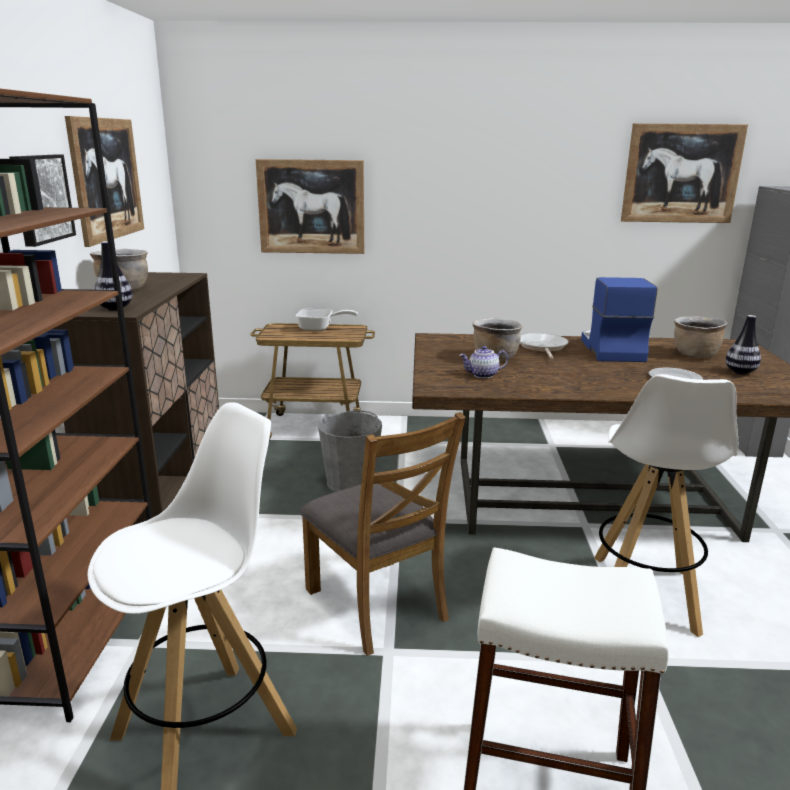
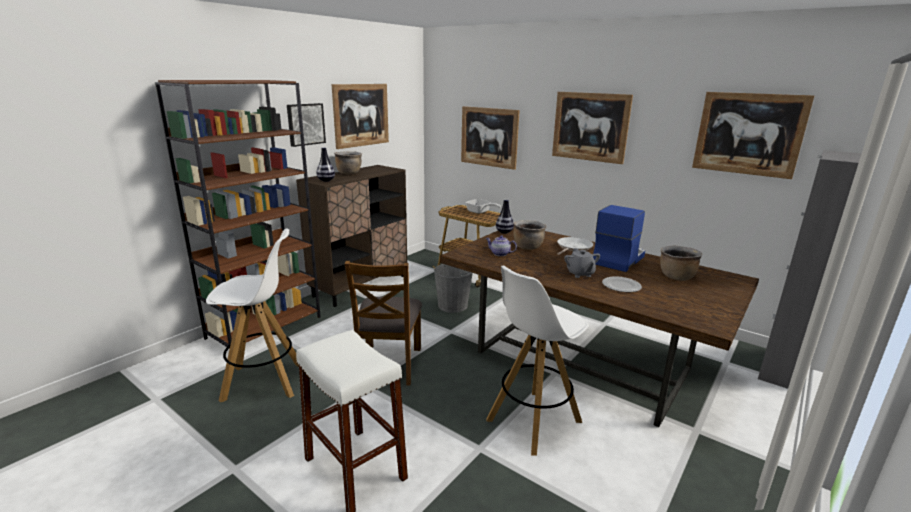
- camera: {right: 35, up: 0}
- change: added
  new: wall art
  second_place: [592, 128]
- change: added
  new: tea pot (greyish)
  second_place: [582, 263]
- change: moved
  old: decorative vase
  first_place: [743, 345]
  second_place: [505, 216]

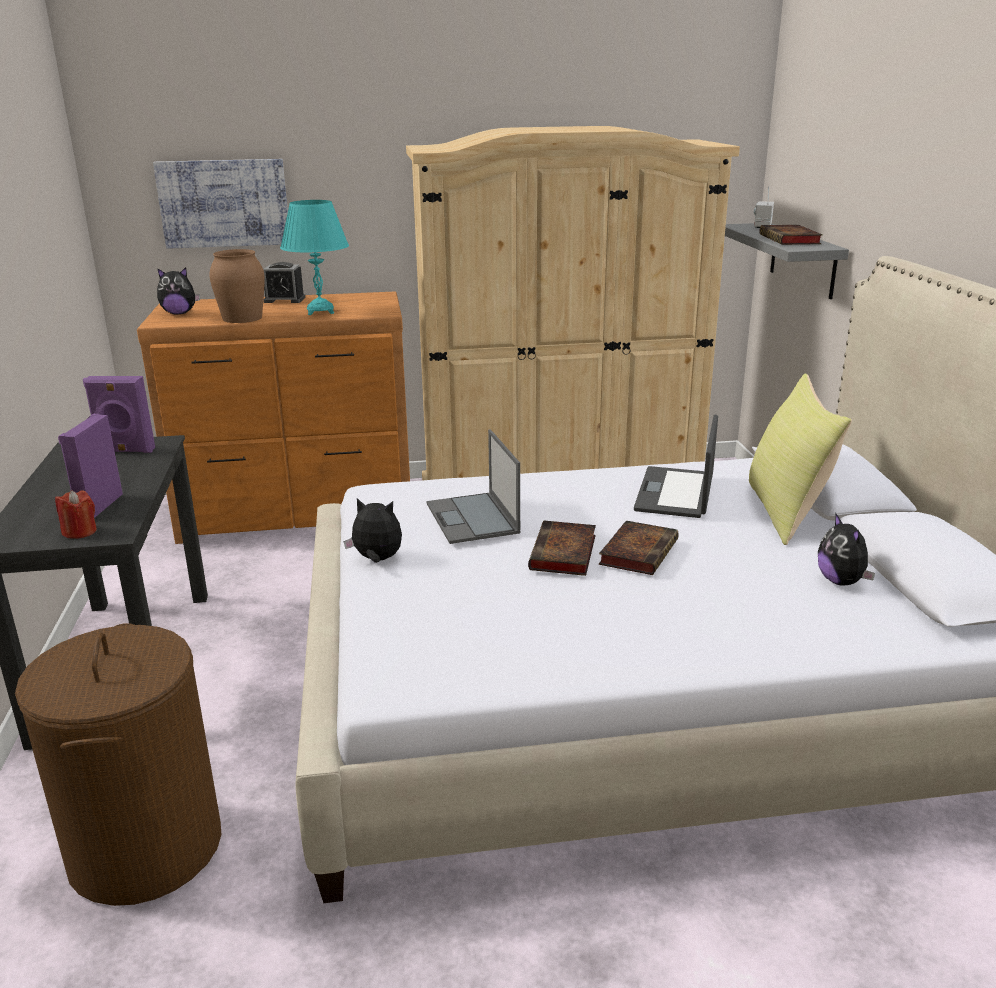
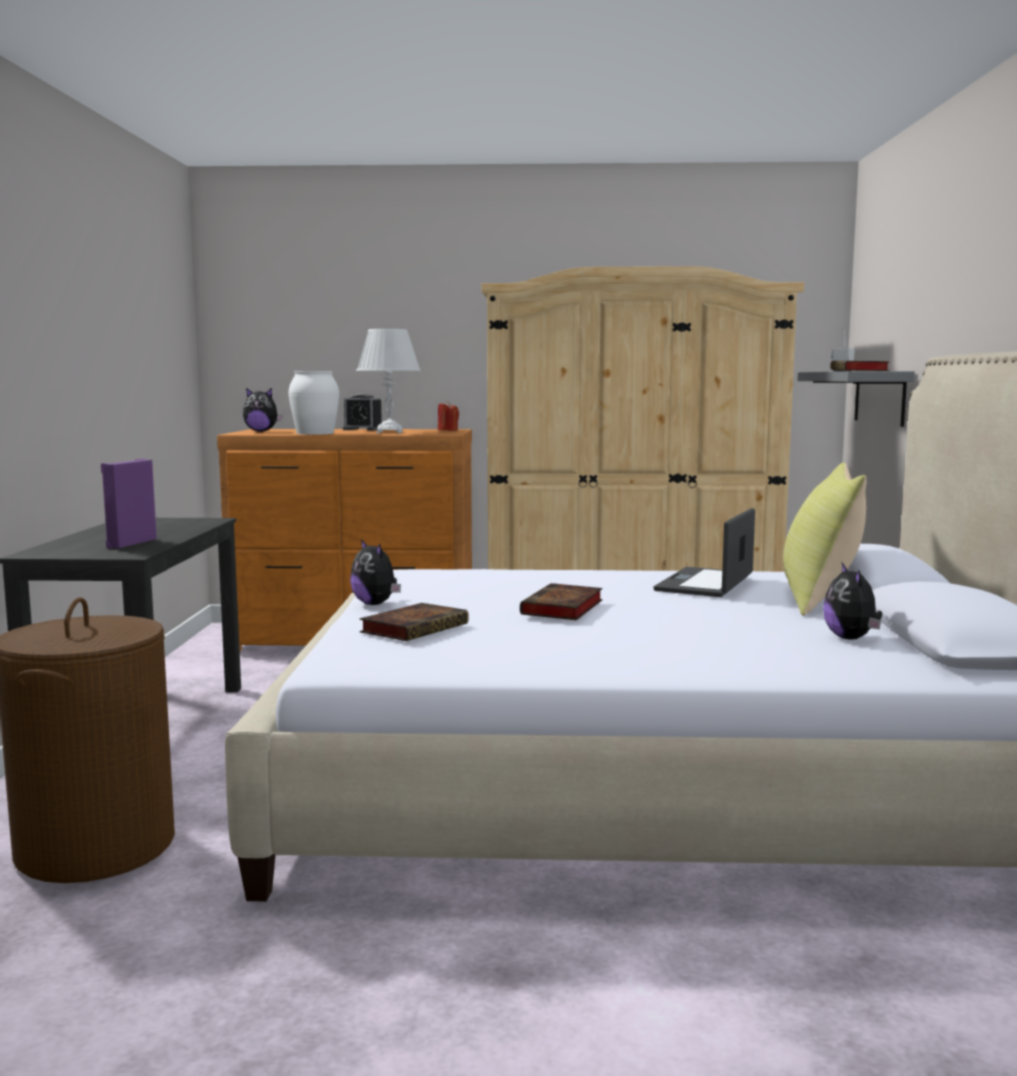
- camera: {right: 10, up: -15}
- change: removed
  old: speaker (purplish)
  first_place: [119, 414]
- change: removed
  old: wall art
  first_place: [220, 204]
- change: removed
  old: portable computer
  first_place: [473, 486]
- change: moved
  old: wax candle (red)
  first_place: [76, 514]
  second_place: [448, 416]
- change: moved
  old: bound book
  first_place: [639, 548]
  second_place: [414, 622]
- change: recoloured
  old: decorative vase (brown)
  new: decorative vase (whitish)
  first_place: [237, 286]
  second_place: [314, 403]
- change: recoloured
  old: table lamp (turquoise)
  new: table lamp (whitish)
  first_place: [314, 257]
  second_place: [388, 381]
- change: turned
  old: plush toy
  first_place: [372, 530]
  second_place: [375, 572]
  degrees: -150

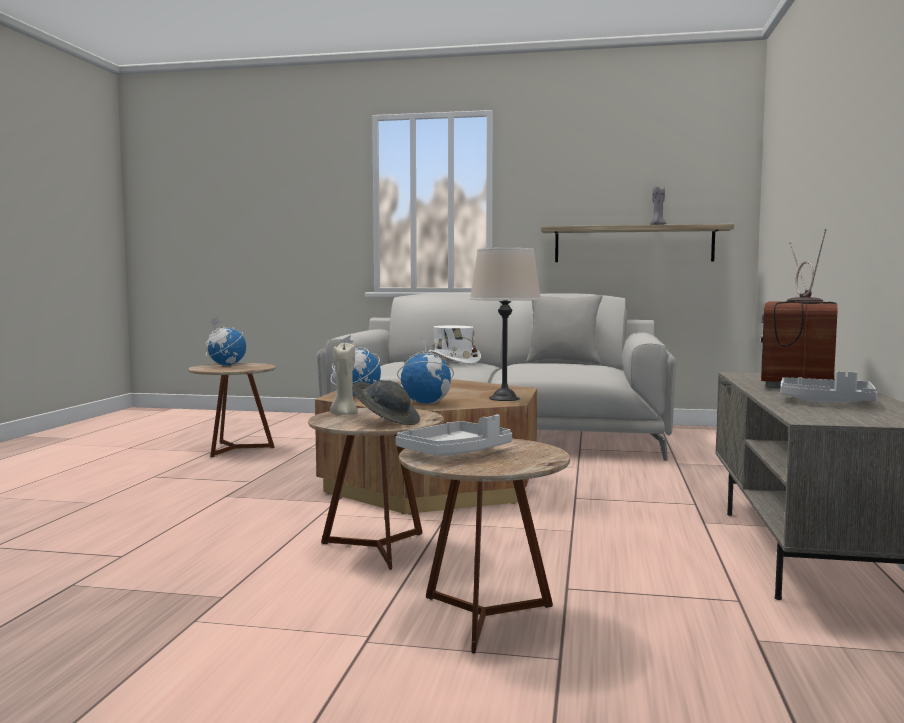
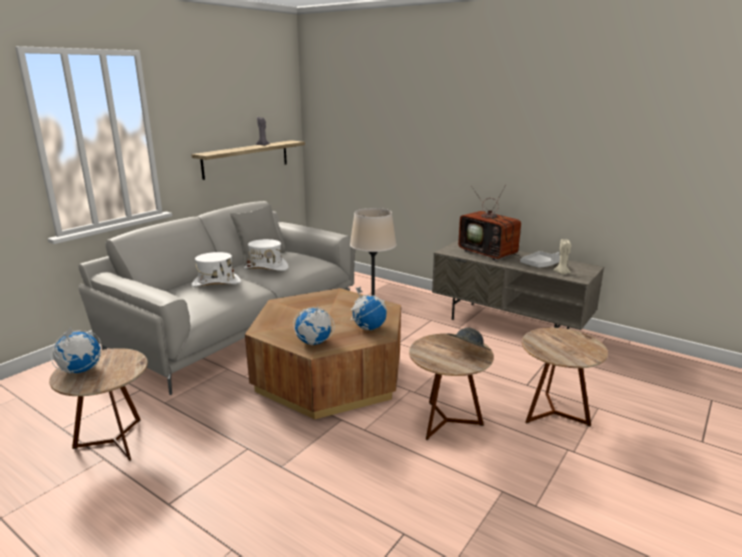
- camera: {right: -65, up: 15}
- change: removed
  old: serving tray (greyish)
  first_place: [453, 434]
- change: added
  new: hat (whitish)
  second_place: [266, 255]
- change: moved
  old: wax candle (sand-coloured)
  first_place: [344, 379]
  second_place: [562, 257]

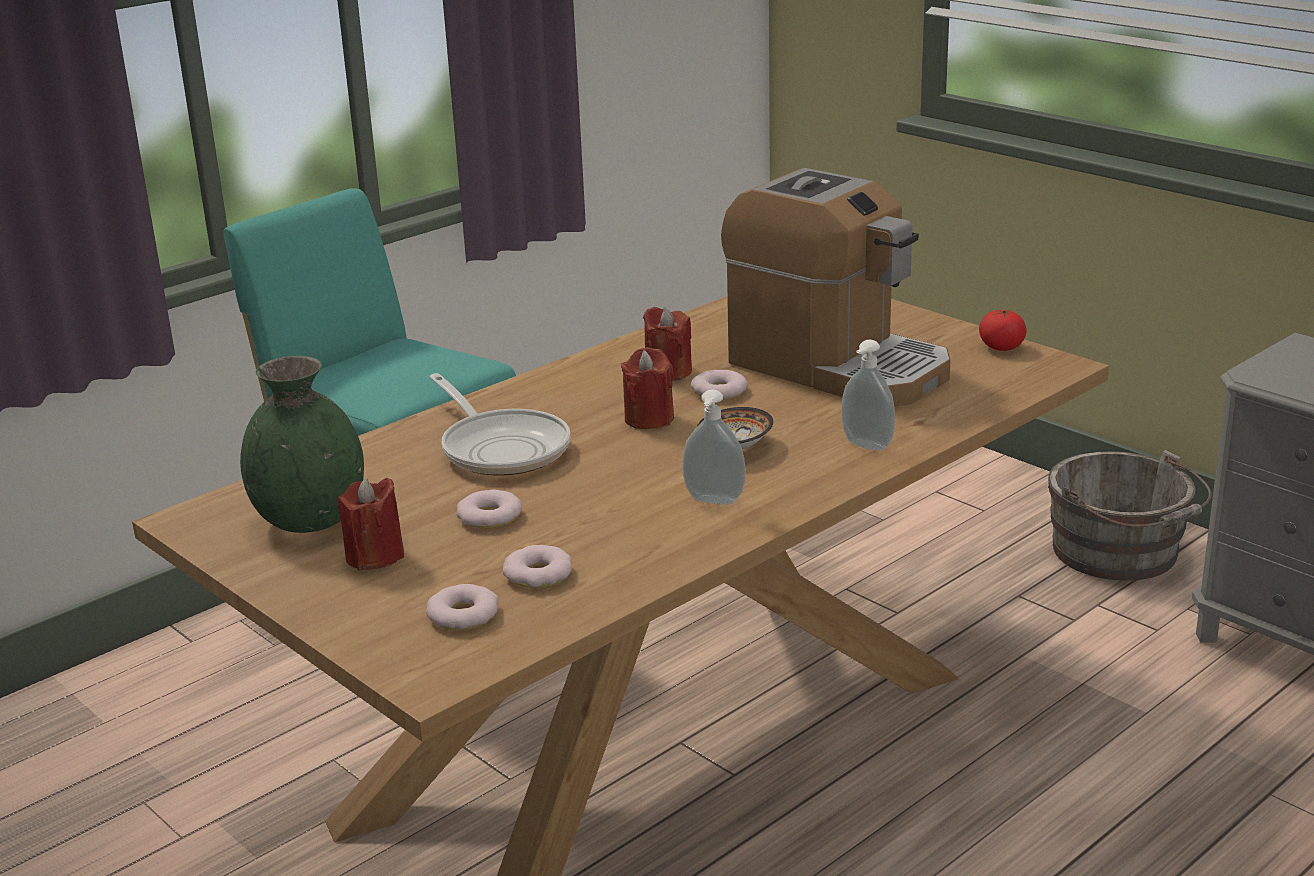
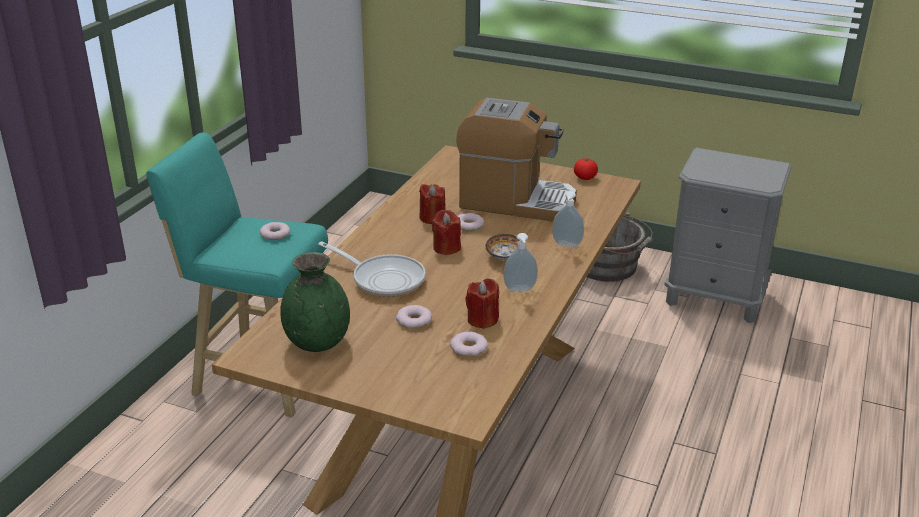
- camera: {right: -25, up: 5}
- change: moved
  old: wax candle (red)
  first_place: [371, 524]
  second_place: [482, 303]
- change: moved
  old: ring doughnut
  first_place: [462, 607]
  second_place: [275, 231]

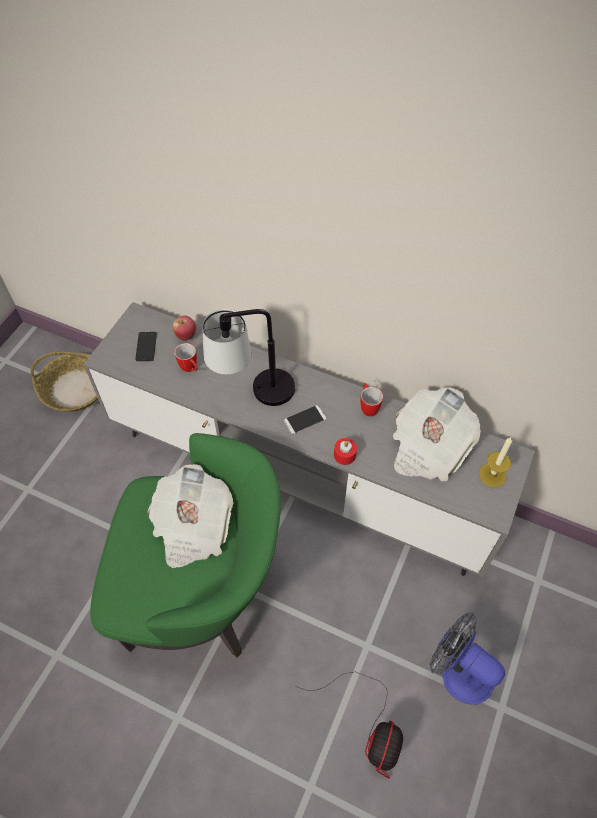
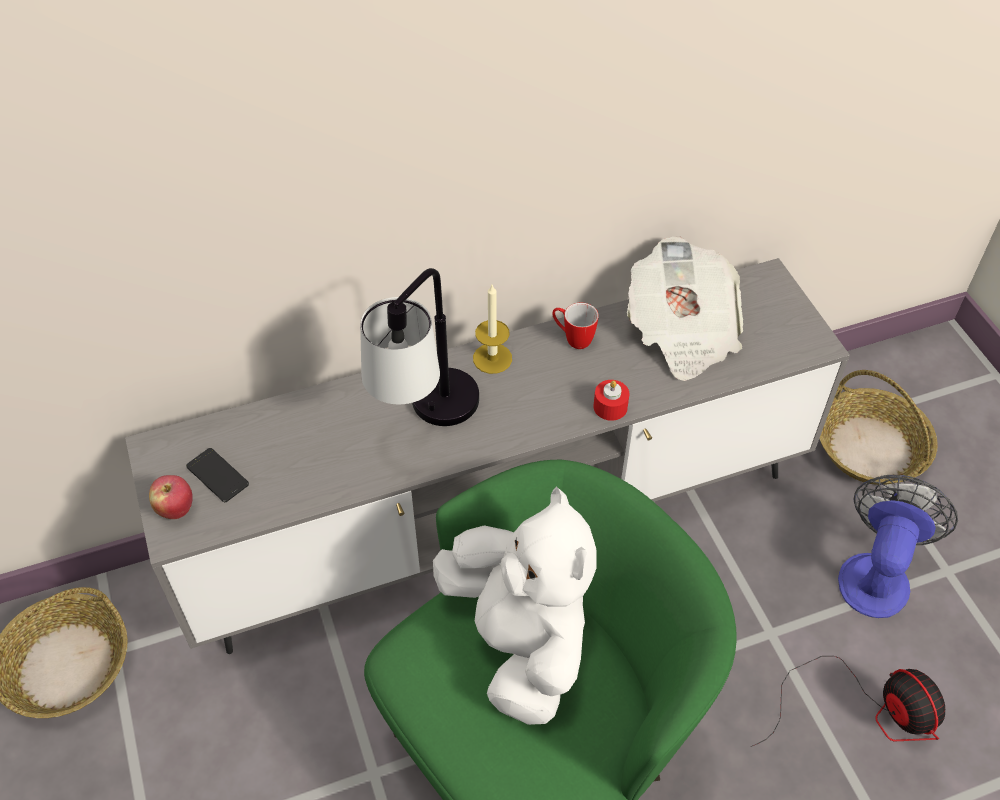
- camera: {right: -45, up: -5}
- change: removed
  old: tea mug
  first_place: [186, 357]
- change: removed
  old: handset
  first_place: [305, 419]
- change: added
  new: basket
  second_place: [878, 427]
- change: moved
  old: whole apple
  first_place: [184, 328]
  second_place: [171, 497]
- change: moved
  old: wax candle
  first_place: [495, 462]
  second_place: [492, 329]
- change: replaced
  old: daily paper
  new: plush toy (whitish)
  first_place: [190, 516]
  second_place: [515, 605]
- change: turned
  old: electric fan
  first_place: [467, 659]
  second_place: [898, 546]
  degrees: 120

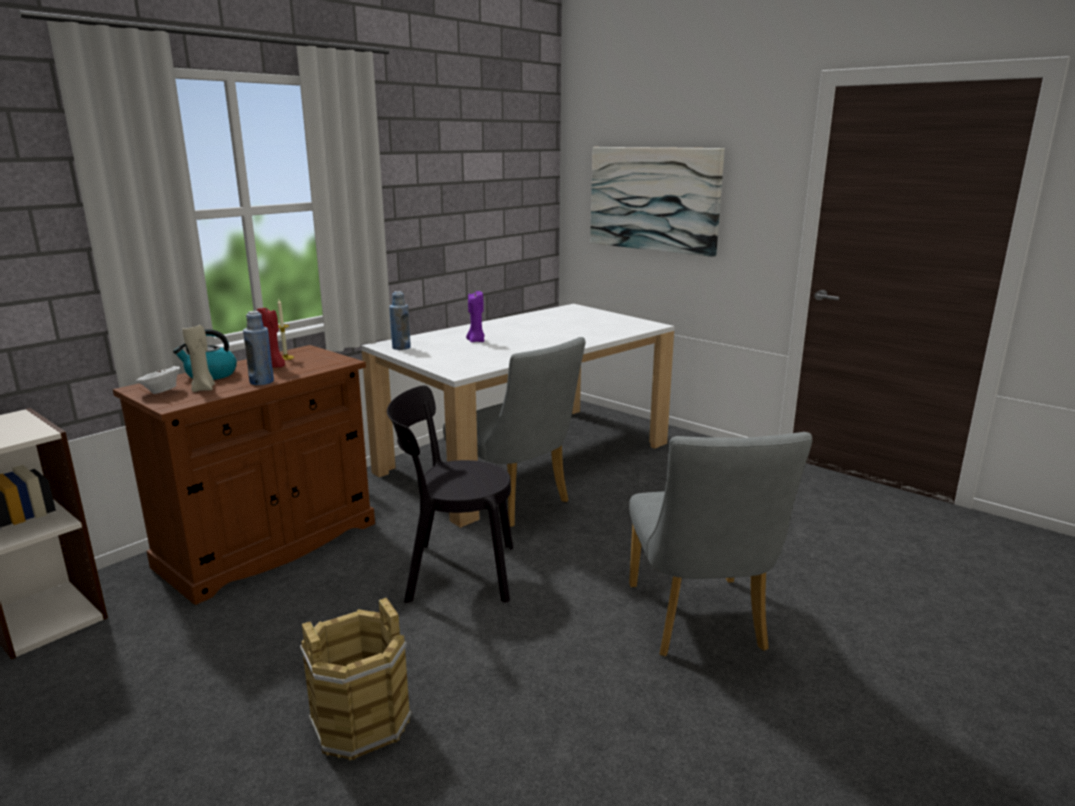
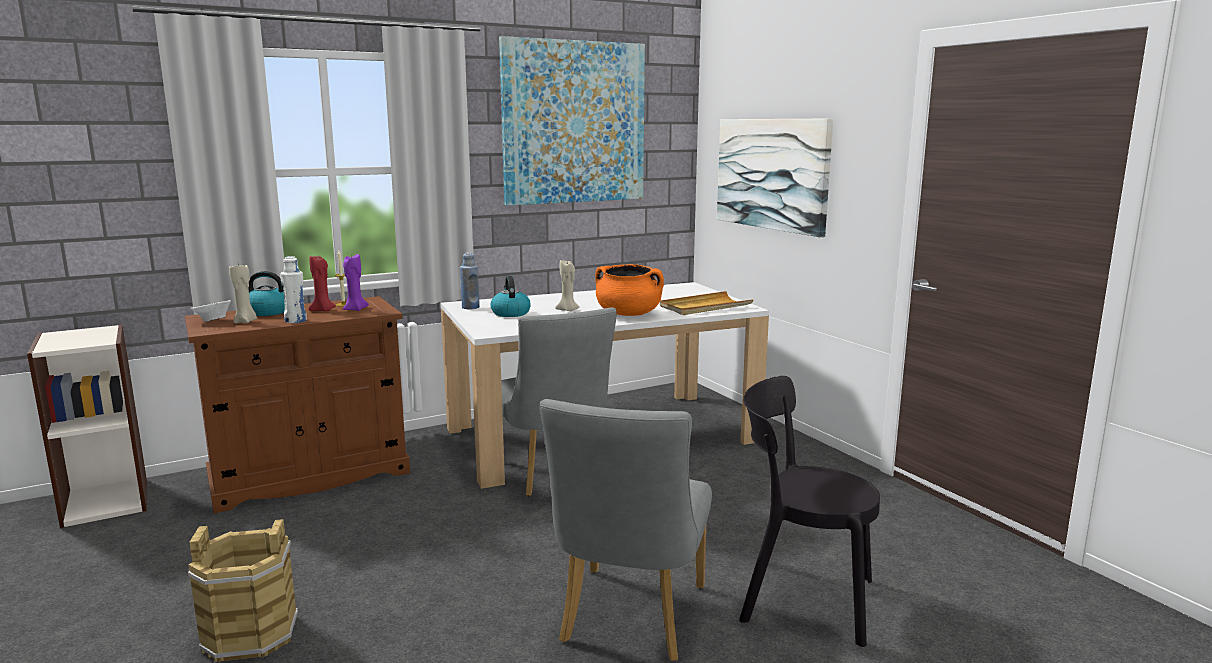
- camera: {right: 20, up: -5}
- change: added
  new: kettle
  second_place: [511, 296]
- change: added
  new: wall art
  second_place: [572, 121]
- change: added
  new: wax candle (sand-coloured)
  second_place: [567, 285]
- change: added
  new: stockpot (orange)
  second_place: [629, 290]
- change: added
  new: serving tray (sand-coloured)
  second_place: [706, 303]
- change: moved
  old: chair (blackish)
  first_place: [450, 494]
  second_place: [809, 511]
- change: moved
  old: wax candle (purplish)
  first_place: [475, 316]
  second_place: [356, 282]
- change: recoloured
  old: beverage bottle (blue)
  new: beverage bottle (whitish)
  first_place: [258, 348]
  second_place: [293, 289]

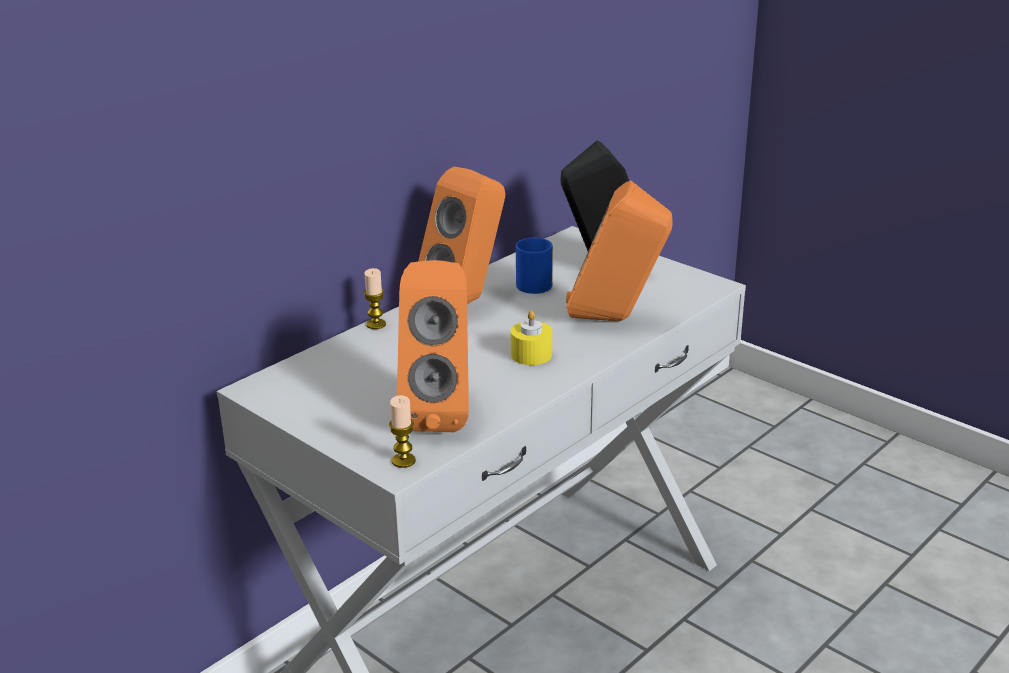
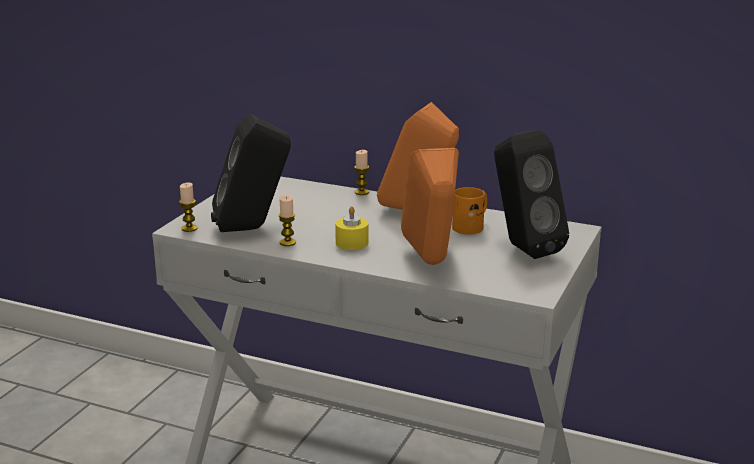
- camera: {right: 70, up: -5}
- change: added
  new: wax candle
  second_place: [287, 220]
- change: recoloured
  old: speaker (orange)
  new: speaker (blackish)
  first_place: [433, 346]
  second_place: [251, 173]
- change: recoloured
  old: tea mug (blue)
  new: tea mug (orange)
  first_place: [534, 266]
  second_place: [469, 210]

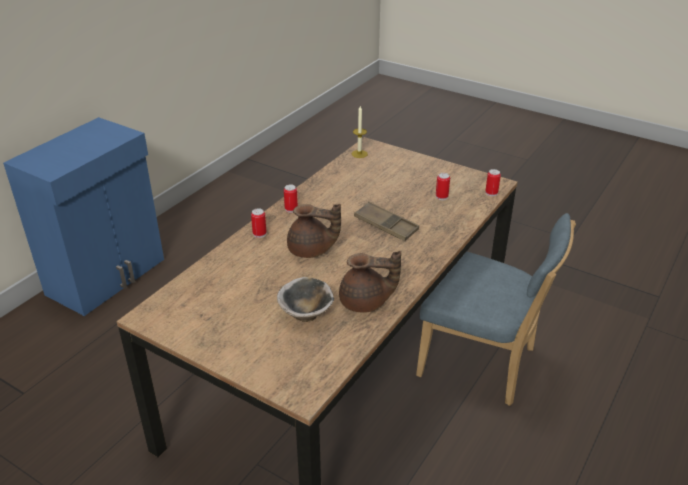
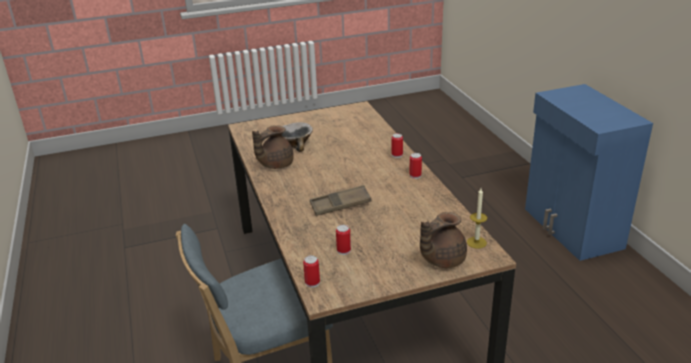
- camera: {right: 130, up: -5}
- change: moved
  old: tea pot (brown)
  first_place: [314, 231]
  second_place: [443, 240]

